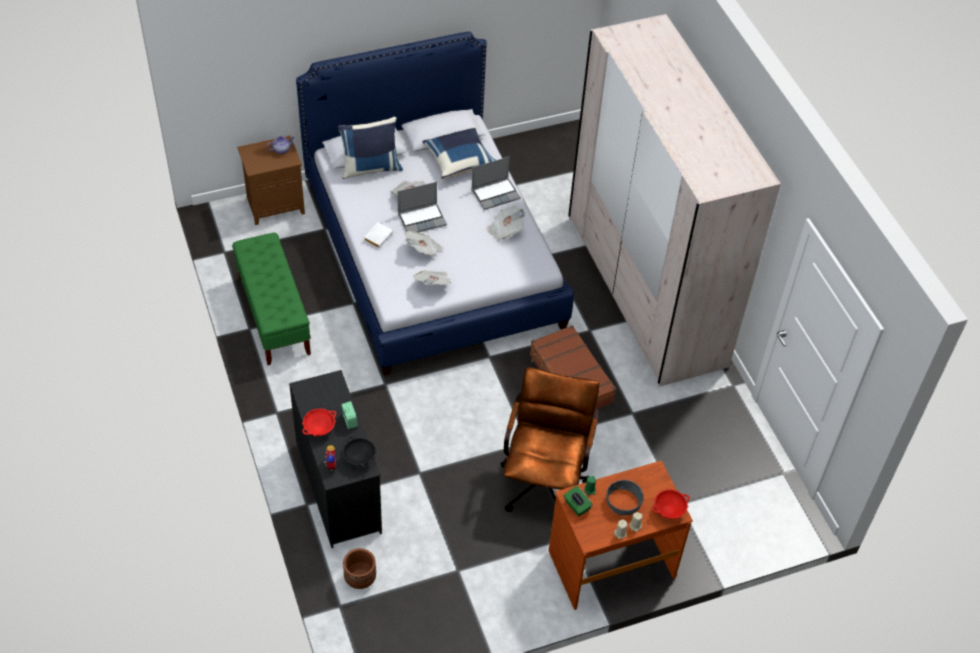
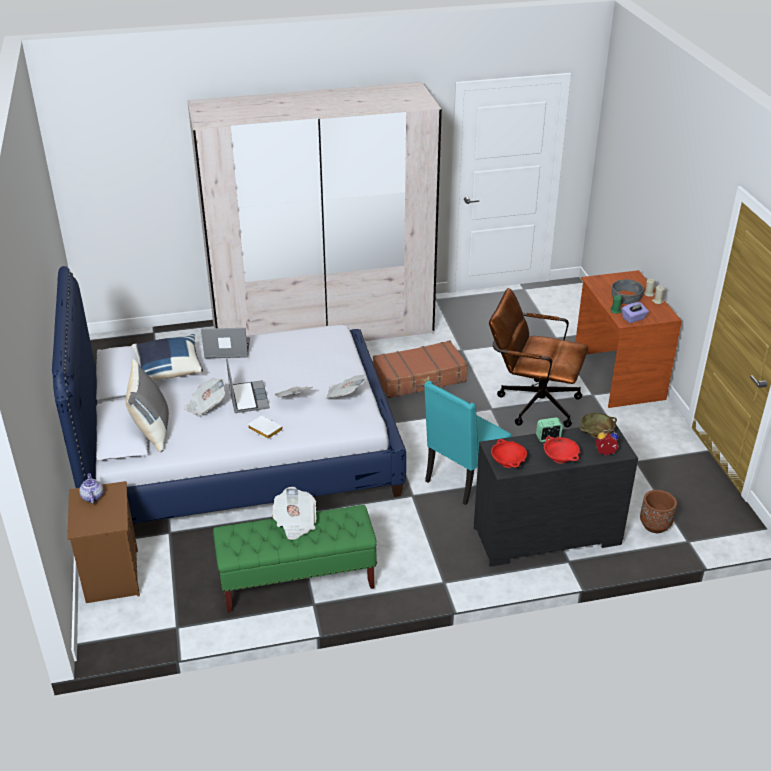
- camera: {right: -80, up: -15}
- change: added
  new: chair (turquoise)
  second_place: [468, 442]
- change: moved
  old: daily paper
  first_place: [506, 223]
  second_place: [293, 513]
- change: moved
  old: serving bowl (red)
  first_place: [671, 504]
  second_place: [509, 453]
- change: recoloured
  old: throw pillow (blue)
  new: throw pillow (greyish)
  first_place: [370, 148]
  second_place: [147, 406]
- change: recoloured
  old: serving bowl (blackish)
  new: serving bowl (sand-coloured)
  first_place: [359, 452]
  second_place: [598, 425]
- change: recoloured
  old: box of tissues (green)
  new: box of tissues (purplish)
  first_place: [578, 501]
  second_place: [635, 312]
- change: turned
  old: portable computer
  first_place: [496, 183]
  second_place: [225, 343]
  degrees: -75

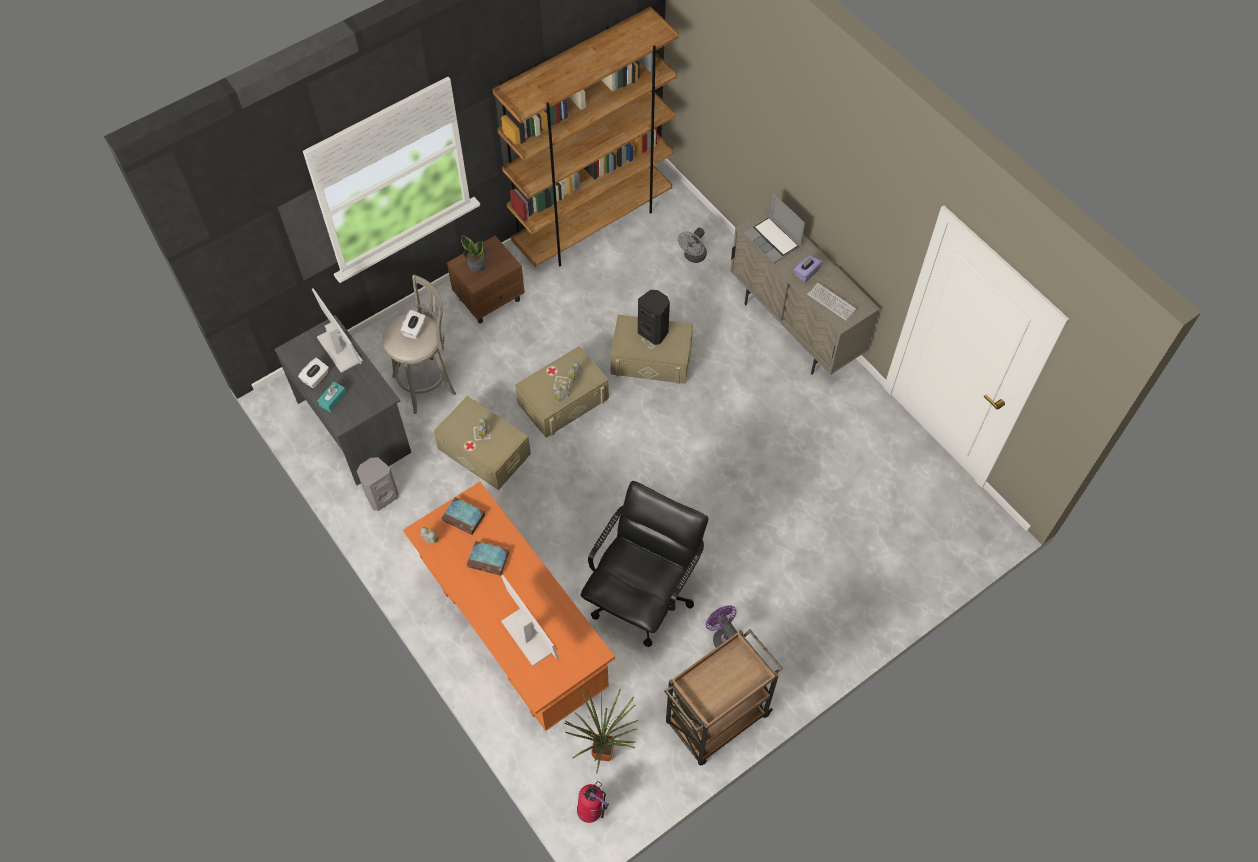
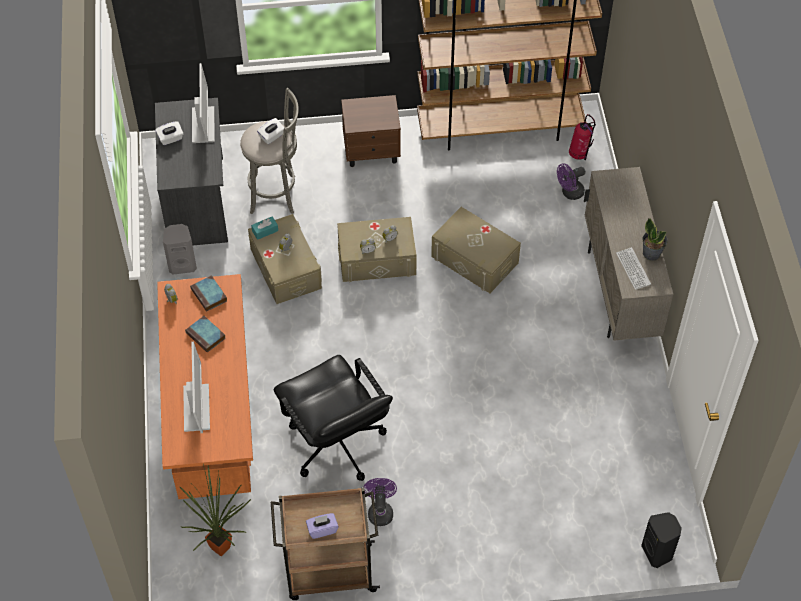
- camera: {right: 30, up: -5}
- change: removed
  old: portable computer
  first_place: [774, 228]
- change: moved
  old: box of tissues (turquoise)
  first_place: [332, 397]
  second_place: [264, 228]
- change: moved
  old: potted plant
  first_place: [474, 254]
  second_place: [654, 239]
- change: moved
  old: extinguisher
  first_place: [593, 802]
  second_place: [582, 137]
- change: moved
  old: speaker (blackish)
  first_place: [654, 317]
  second_place: [661, 540]
- change: moved
  old: box of tissues (purplish)
  first_place: [808, 268]
  second_place: [322, 526]
- change: recoloured
  old: electric fan (greyish)
  new: electric fan (purplish)
  first_place: [692, 245]
  second_place: [571, 181]
- change: turned
  old: office chair (blackish)
  first_place: [644, 564]
  second_place: [333, 418]
  degrees: 90

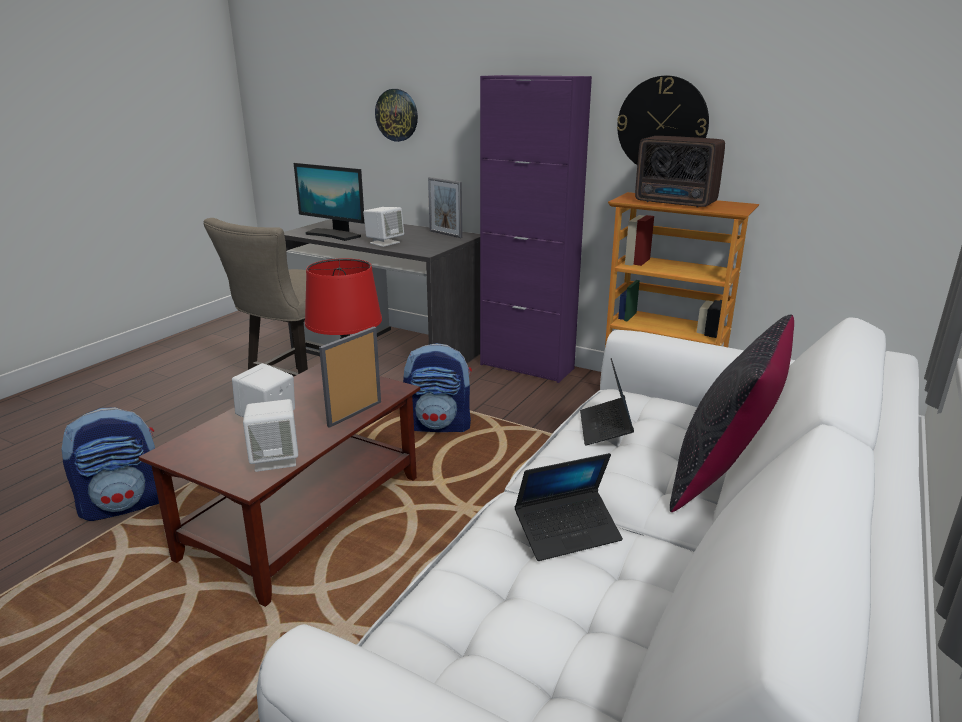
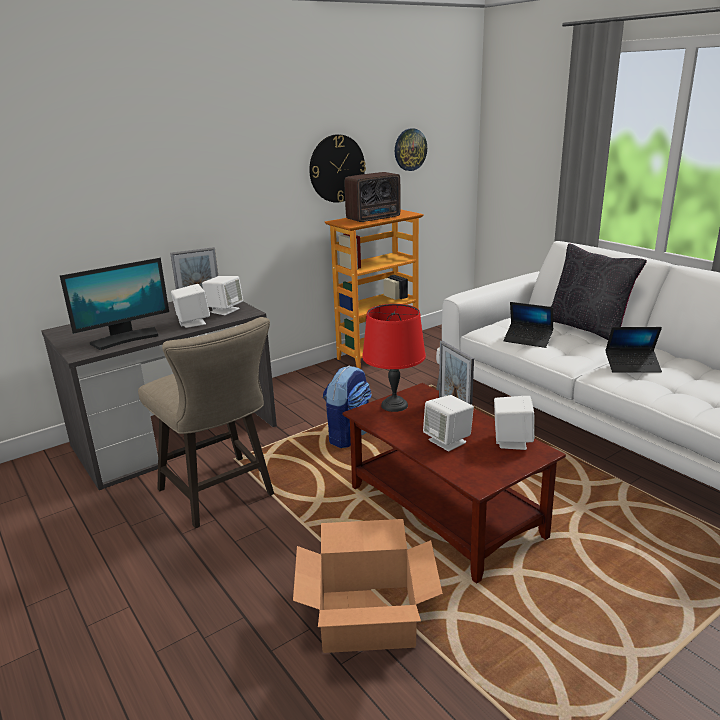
- camera: {right: -65, up: 0}
- change: removed
  old: cabinet (purplish)
  first_place: [536, 229]
- change: added
  new: speaker (whitish)
  second_place: [222, 295]
- change: moved
  old: wall clock
  first_place: [396, 115]
  second_place: [411, 149]
- change: replaced
  old: backpack
  new: carton
  first_place: [110, 464]
  second_place: [368, 586]
- change: turned
  old: portable computer
  first_place: [568, 507]
  second_place: [633, 350]
  degrees: 90

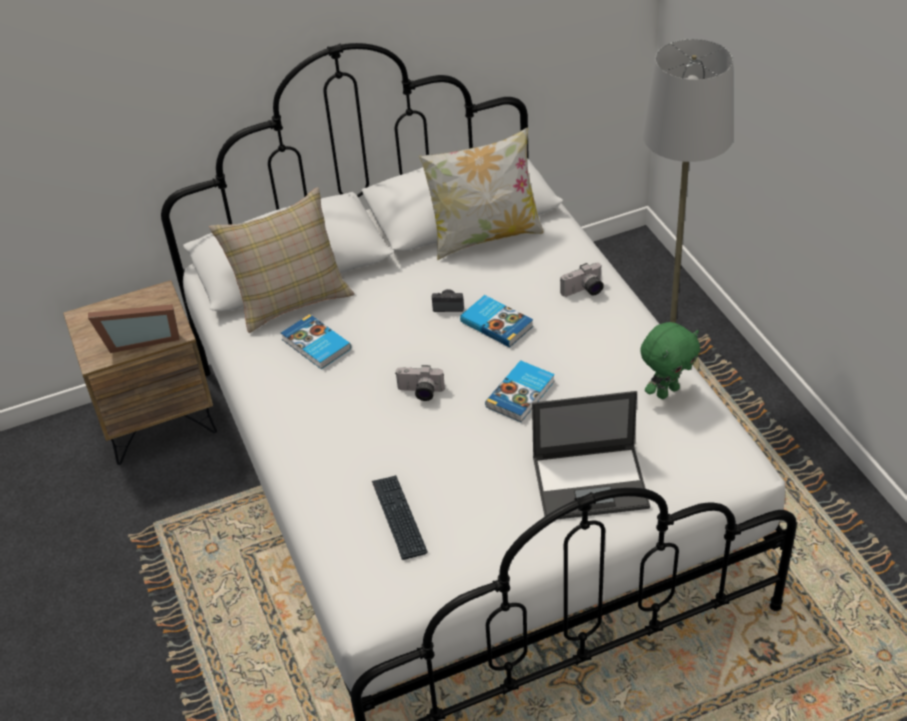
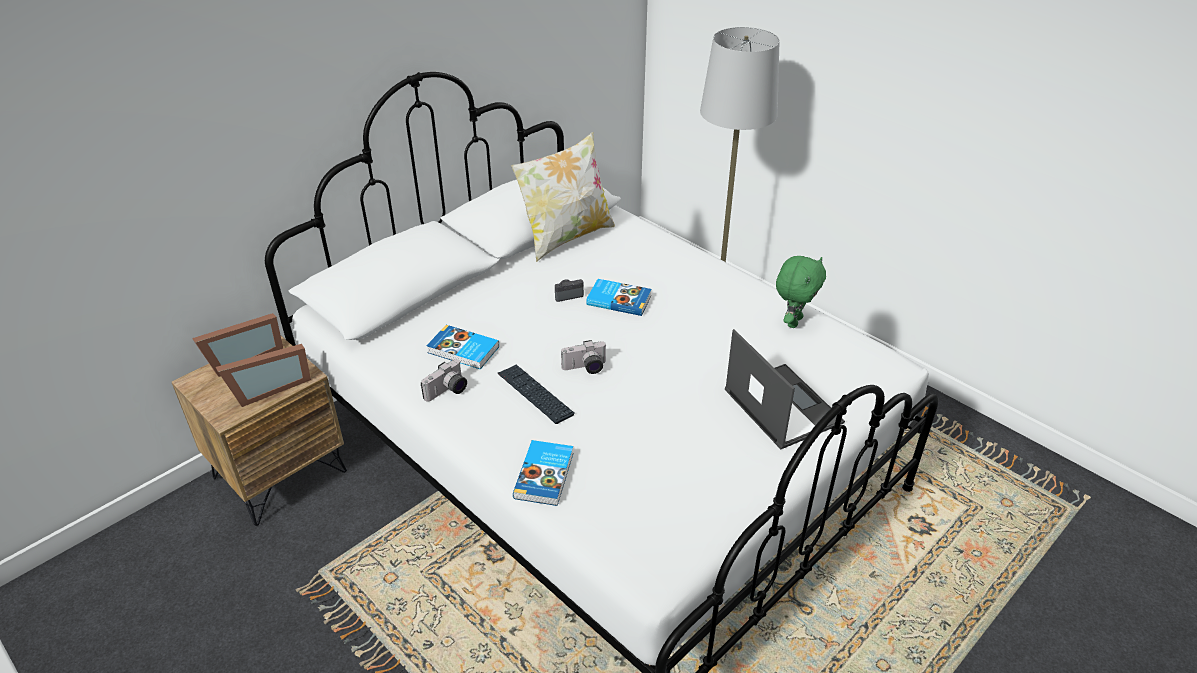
- camera: {right: -25, up: -5}
- change: removed
  old: throw pillow (sand-coloured)
  first_place: [282, 260]
- change: added
  new: photo frame
  second_place: [237, 345]
- change: moved
  old: keyboard
  first_place: [400, 517]
  second_place: [536, 394]
- change: moved
  old: bound book
  first_place: [520, 391]
  second_place: [543, 473]
- change: moved
  old: still camera
  first_place: [582, 280]
  second_place: [444, 380]
- change: turned
  old: portable computer
  first_place: [591, 455]
  second_place: [785, 389]
  degrees: -90

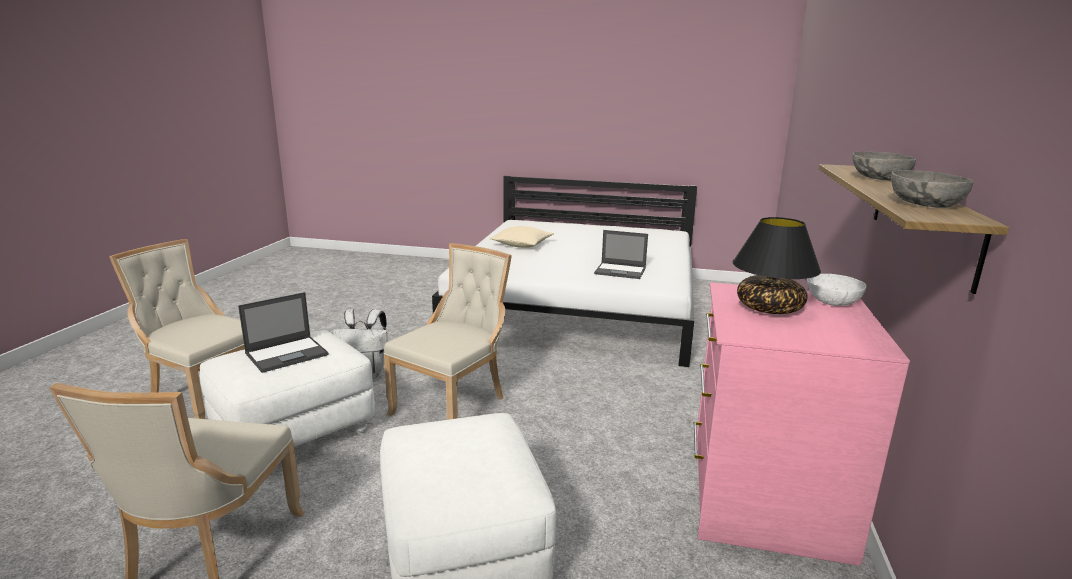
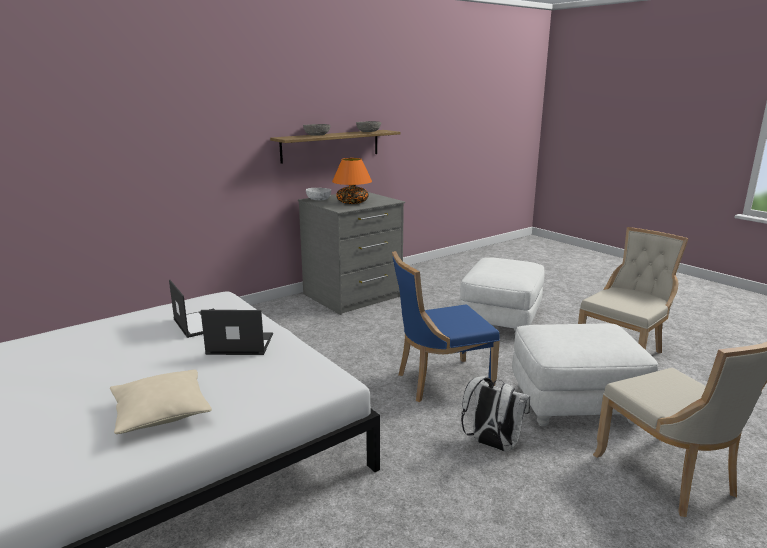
- camera: {right: -140, up: 0}
- change: moved
  old: portable computer
  first_place: [283, 332]
  second_place: [237, 332]
- change: recoloured
  old: chair (sand-coloured)
  new: chair (blue)
  first_place: [448, 331]
  second_place: [446, 326]
- change: recoloured
  old: chest of drawers (pink)
  new: chest of drawers (greyish)
  first_place: [801, 424]
  second_place: [351, 253]
- change: recoloured
  old: table lamp (blackish)
  new: table lamp (orange)
  first_place: [777, 265]
  second_place: [352, 181]

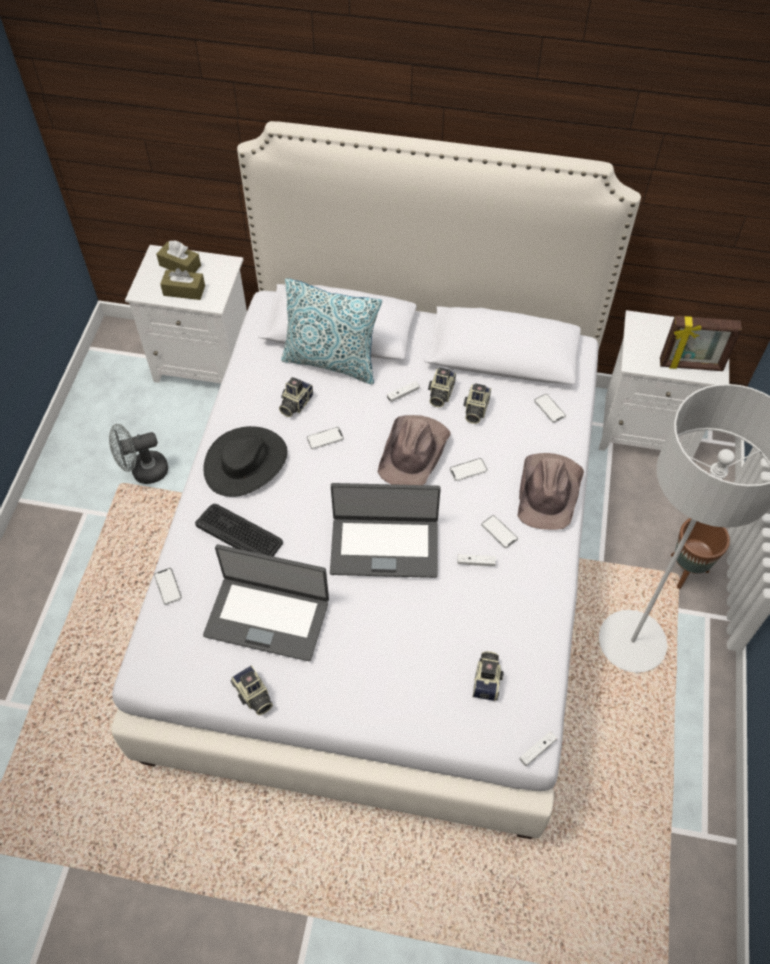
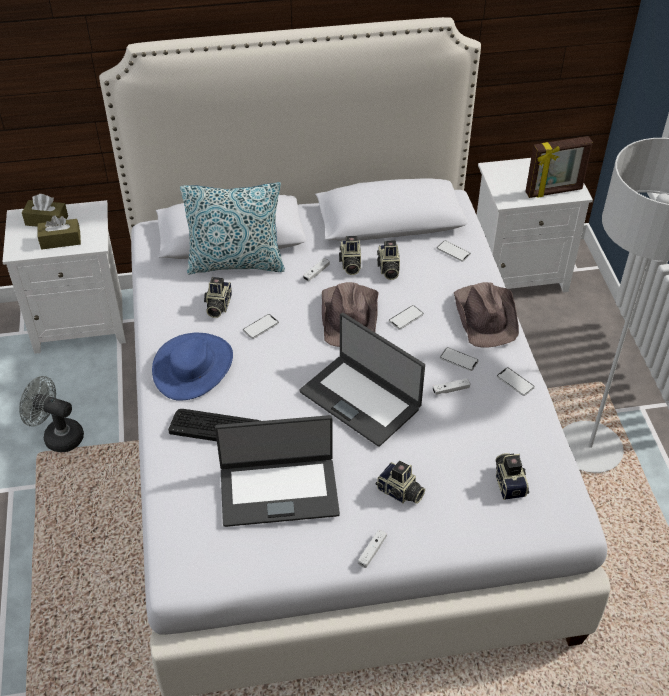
- camera: {right: -20, up: -10}
- change: removed
  old: planter (brown)
  first_place: [700, 553]
- change: moved
  old: handset
  first_place: [168, 586]
  second_place: [516, 381]
- change: moved
  old: still camera
  first_place: [251, 690]
  second_place: [400, 482]
- change: moved
  old: game controller (whitish)
  first_place: [538, 748]
  second_place: [372, 548]
- change: recoloured
  old: hat (blackish)
  new: hat (blue)
  first_place: [245, 461]
  second_place: [192, 367]
- change: turned
  old: electric fan (greyish)
  first_place: [138, 454]
  second_place: [51, 414]
  degrees: 60
- change: turned
  old: portable computer
  first_place: [385, 530]
  second_place: [362, 380]
  degrees: 60

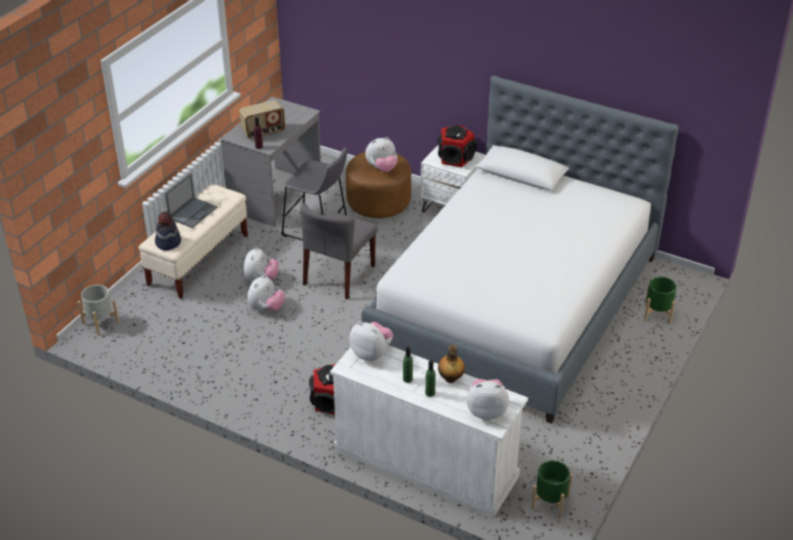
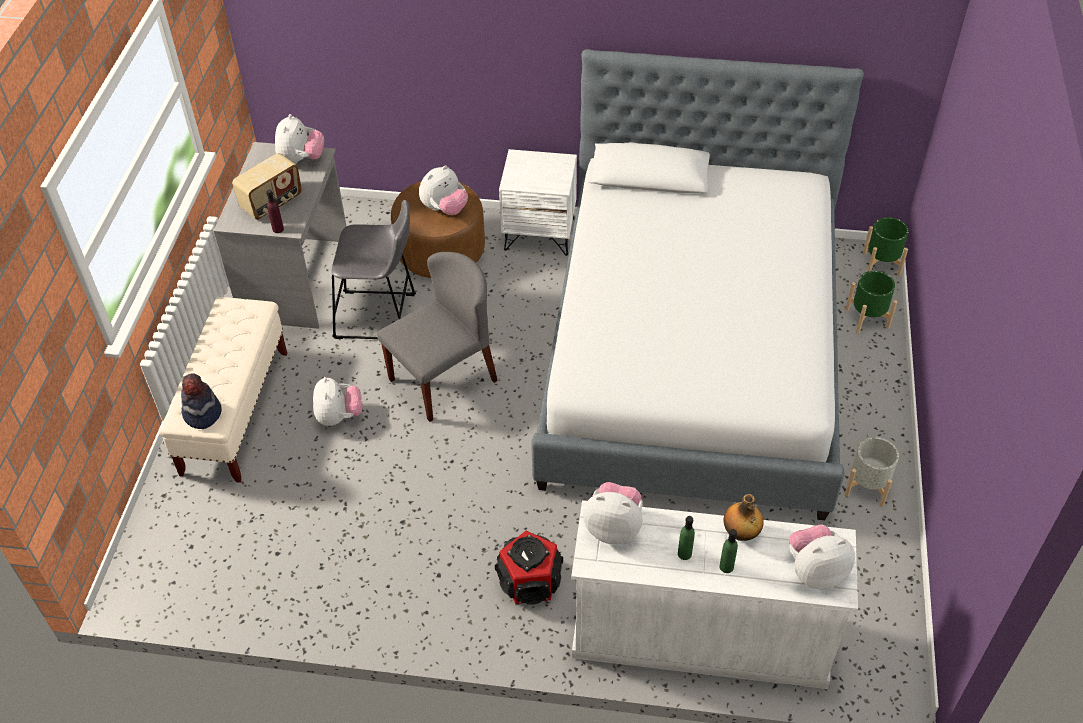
- camera: {right: -20, up: 10}
- change: removed
  old: portable computer
  first_place: [191, 200]
- change: removed
  old: speaker
  first_place: [457, 146]
- change: moved
  old: planter (greyish)
  first_place: [98, 310]
  second_place: [872, 472]
- change: moved
  old: plush toy
  first_place: [266, 293]
  second_place: [299, 139]
- change: moved
  old: planter (green)
  first_place: [552, 489]
  second_place: [886, 246]
- change: turned
  old: chair (greyish)
  first_place: [339, 251]
  second_place: [437, 337]
  degrees: -135

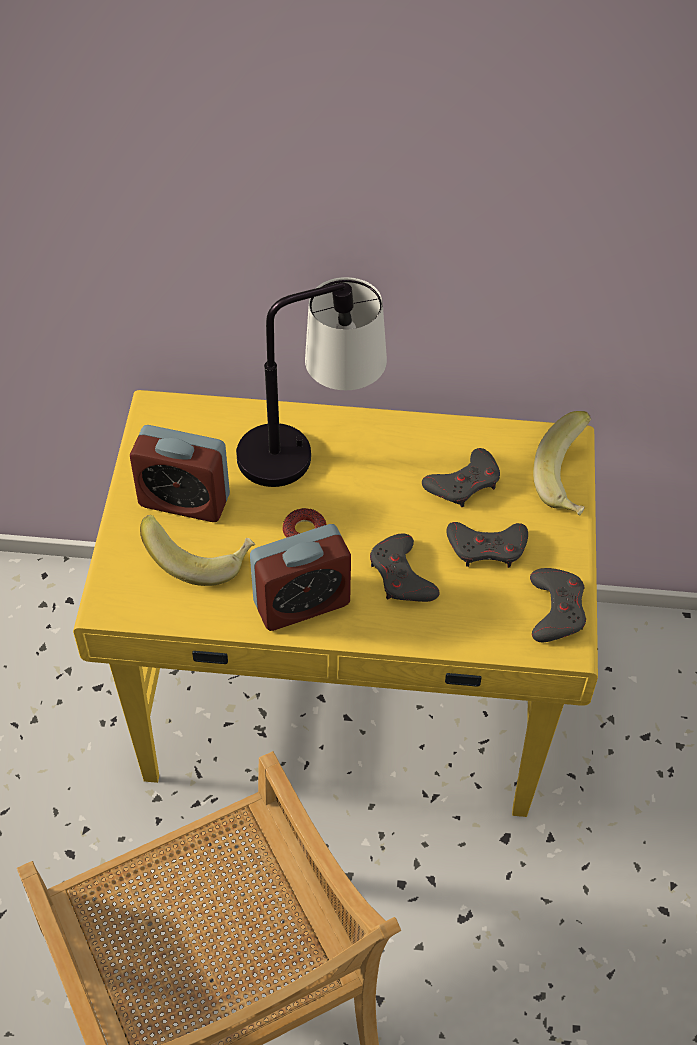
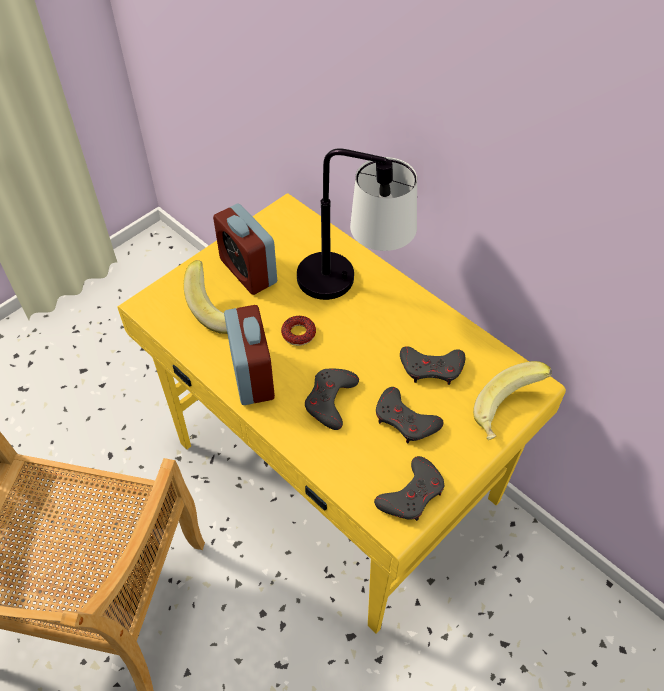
- camera: {right: 40, up: 0}
- change: turned
  old: alarm clock
  first_place: [300, 577]
  second_place: [249, 355]
  degrees: -120

